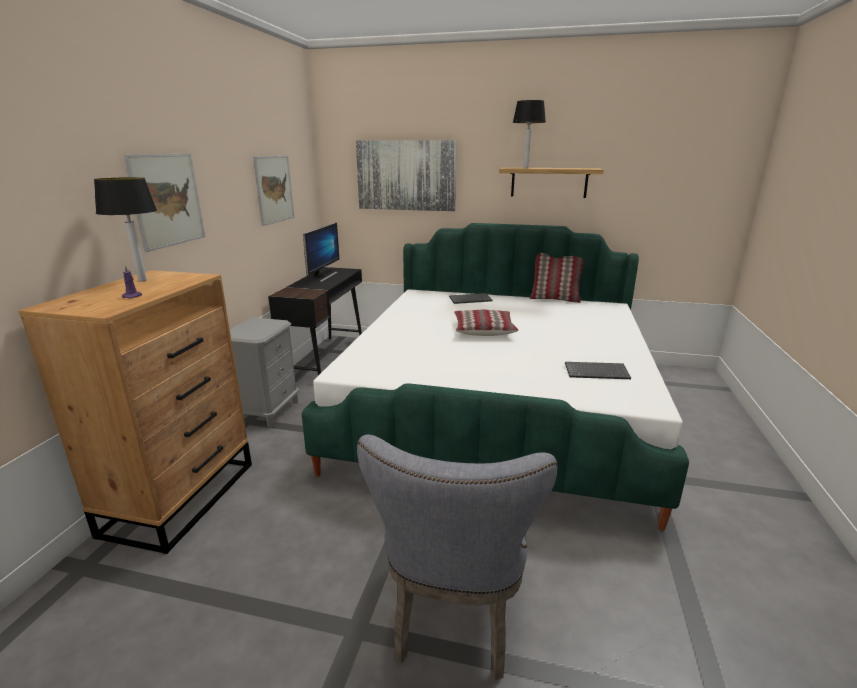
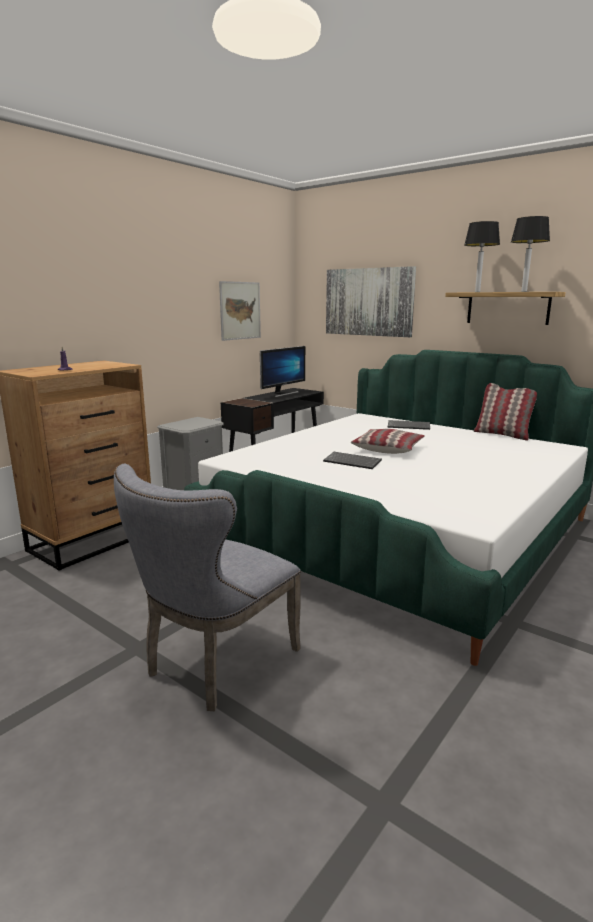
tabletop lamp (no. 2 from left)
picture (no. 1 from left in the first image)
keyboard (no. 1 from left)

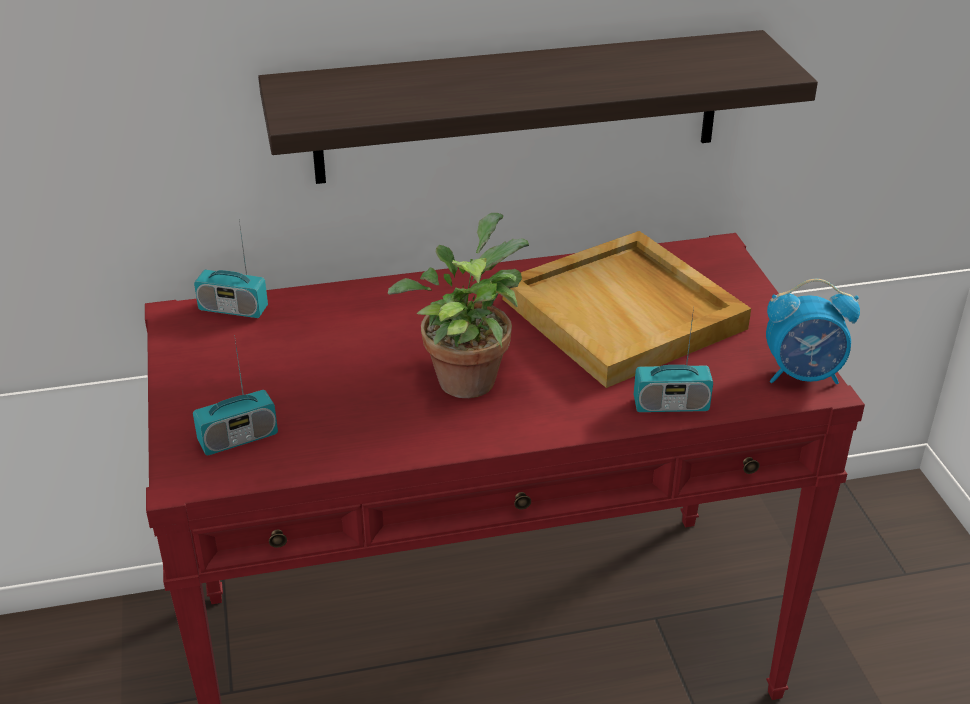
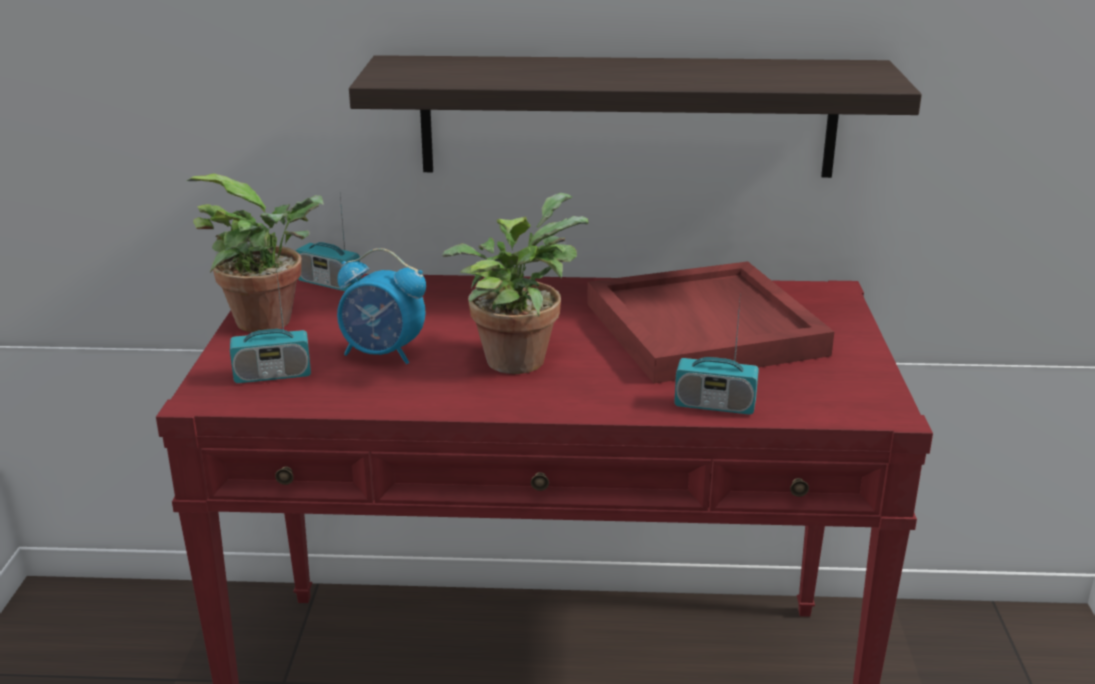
red tray
table clock
houseplant (no. 1 from left)

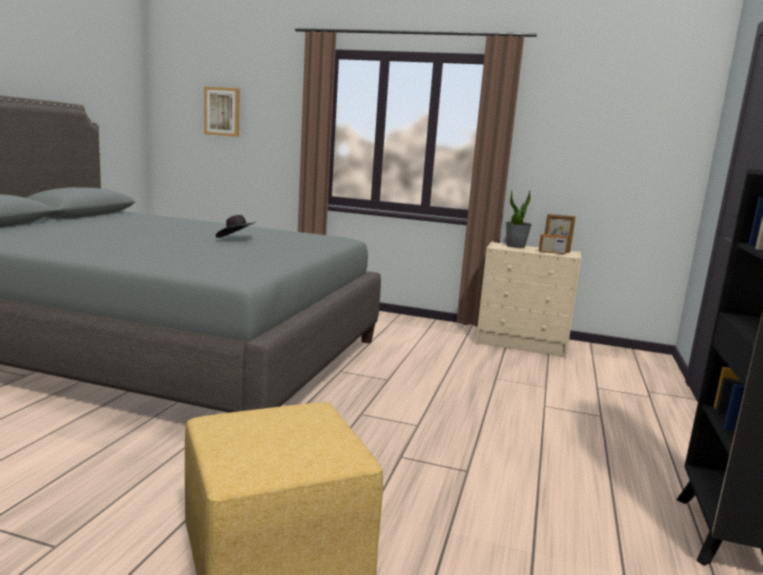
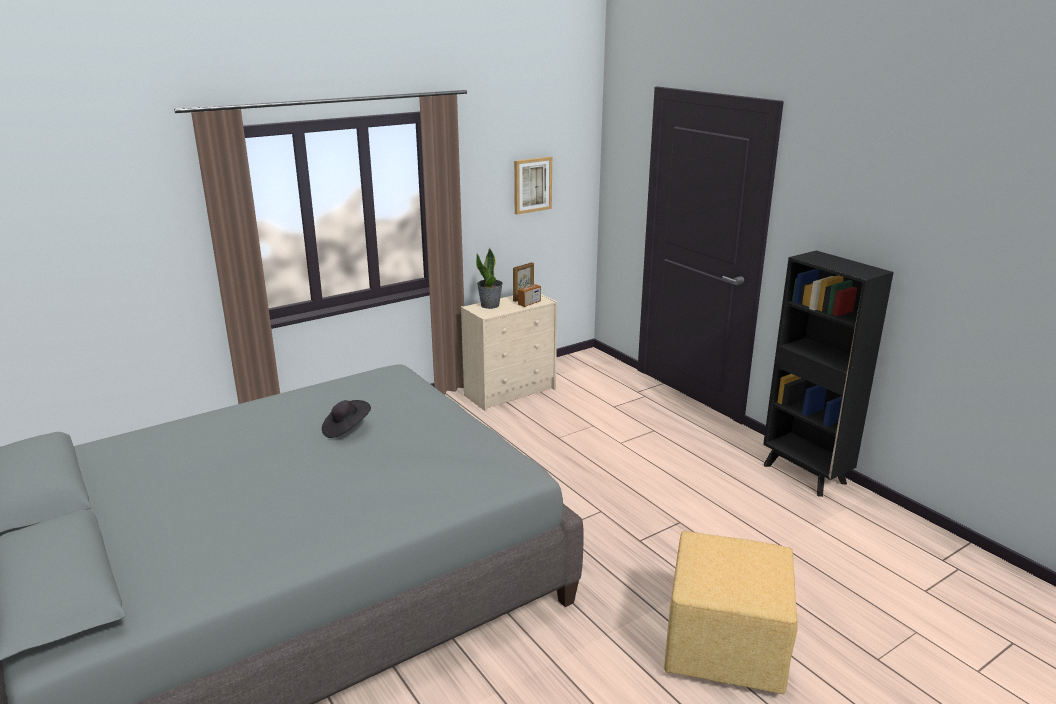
picture

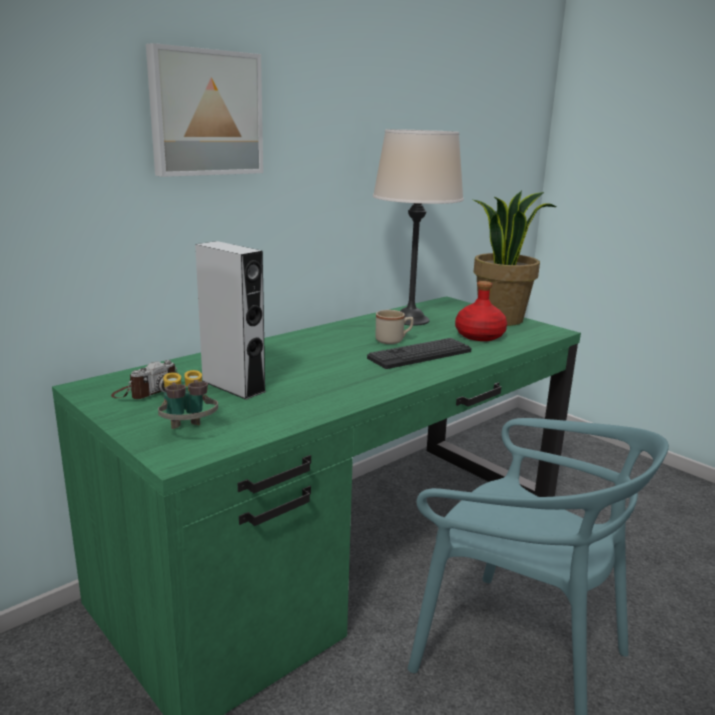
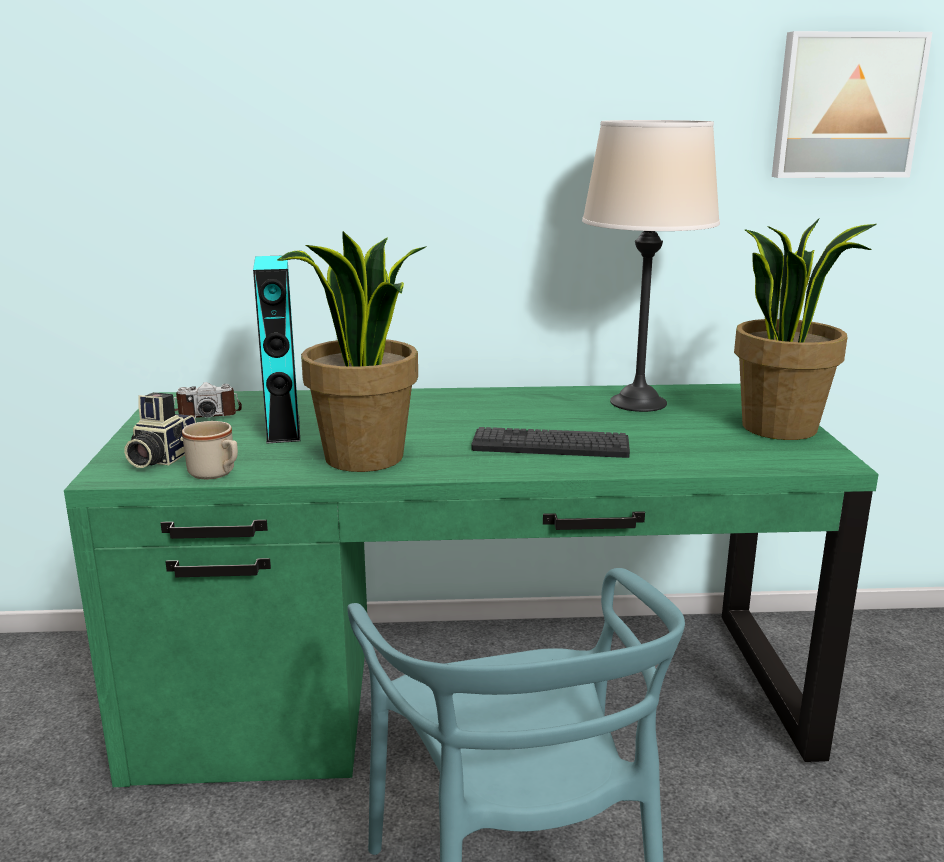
picture
photo camera (no. 1 from left)
turquoise loudspeaker
sand-coloured coffee mug
red drink bottle
houseplant (no. 1 from left)

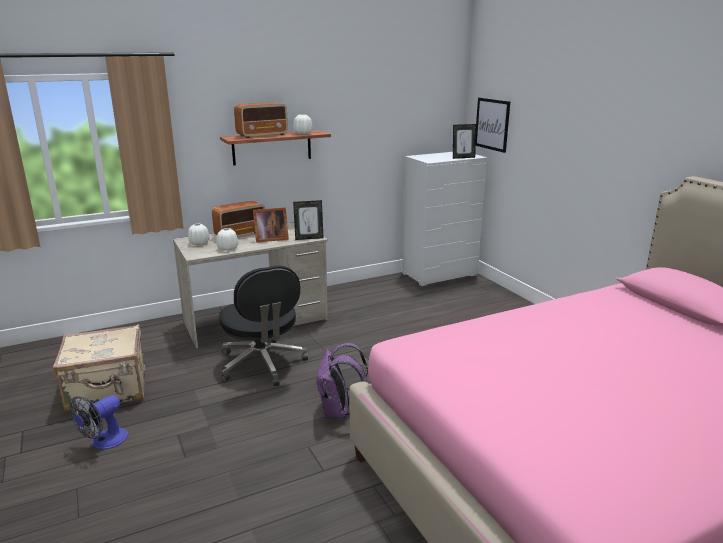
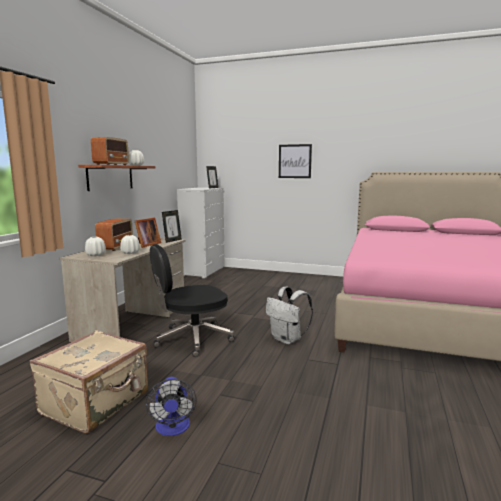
blackish office chair
white knapsack
picture

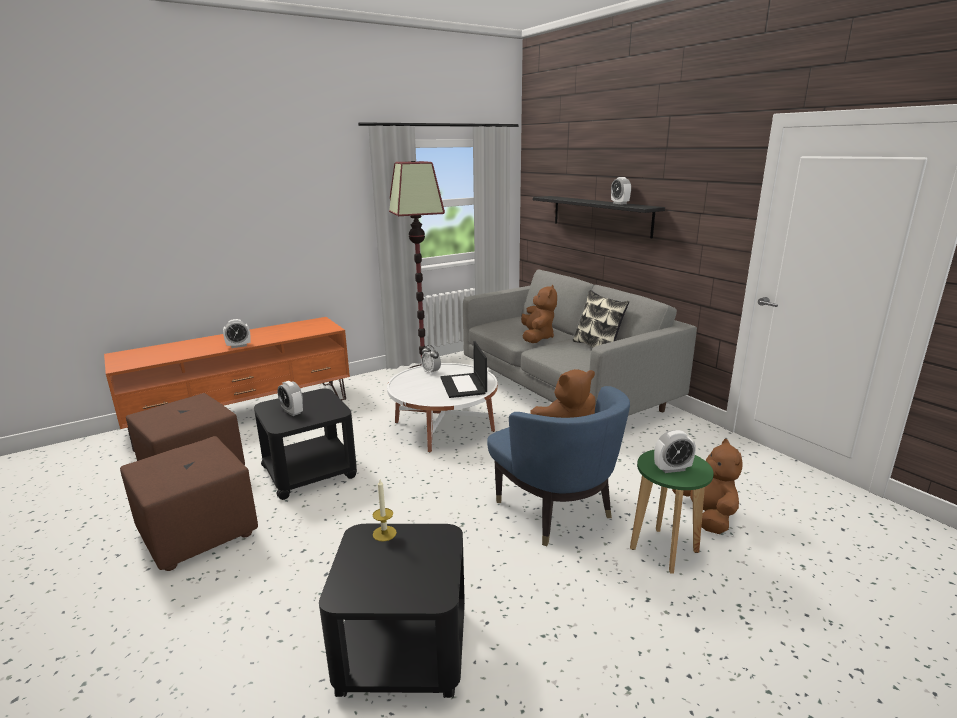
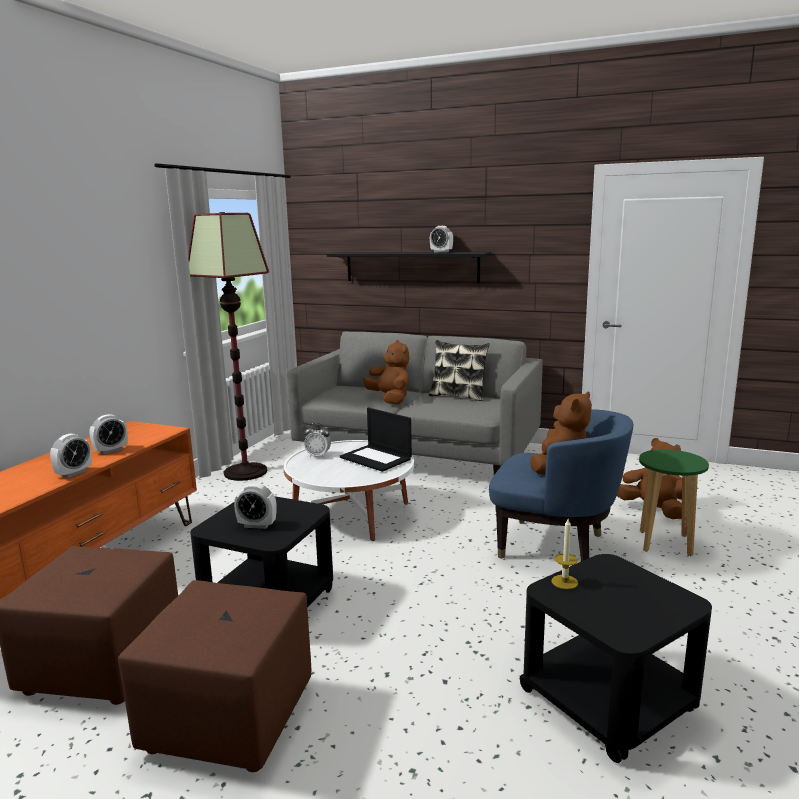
table clock (no. 2 from left)

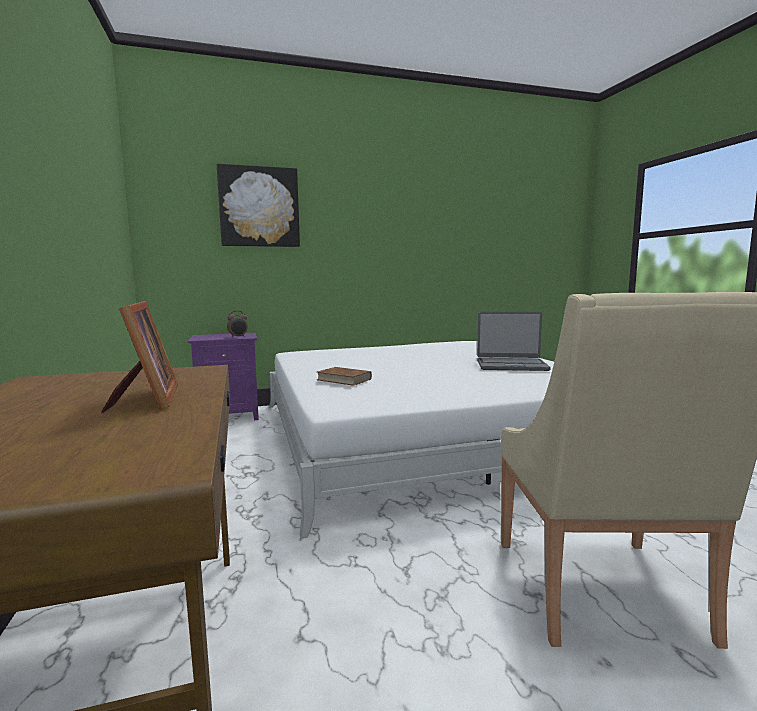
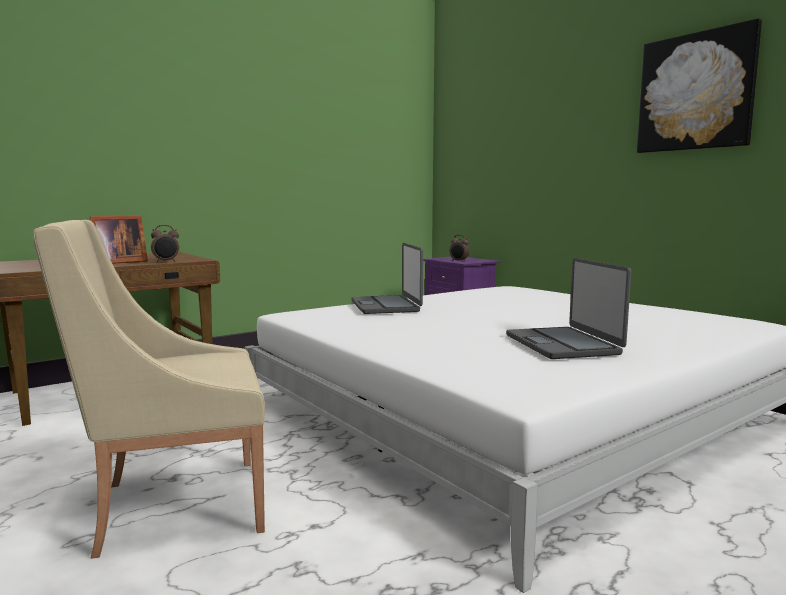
picture
laptop (no. 1 from left)
table clock (no. 1 from left)

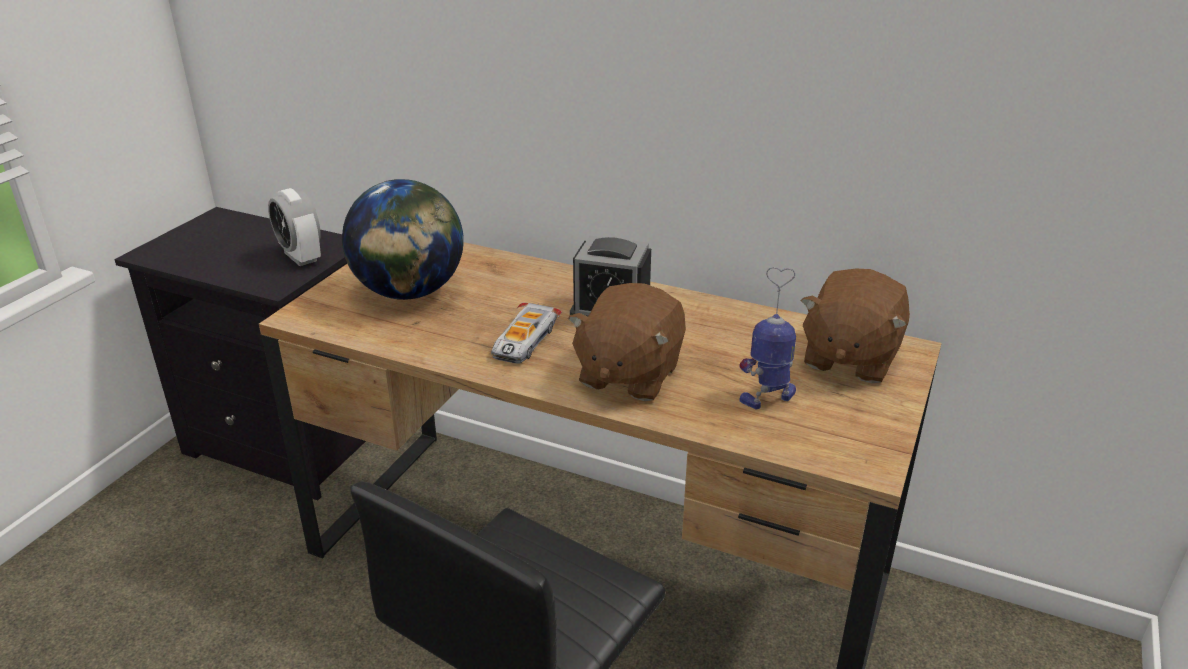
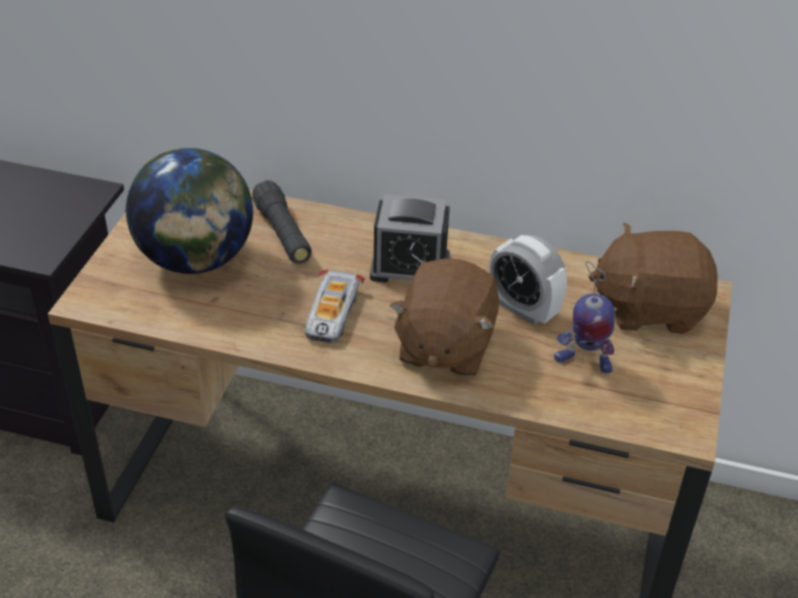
table clock (no. 2 from left)
robot figure
brown-coloured soft toy (no. 2 from left)
blackish torch

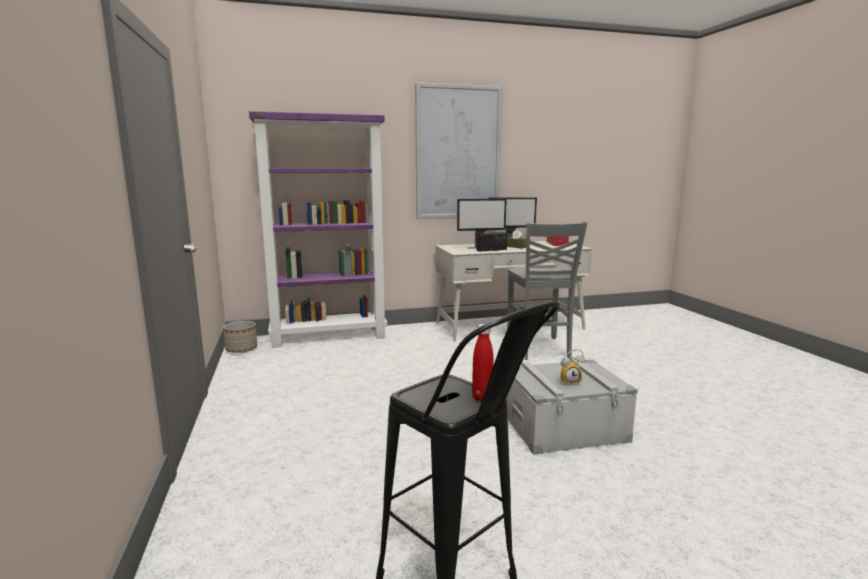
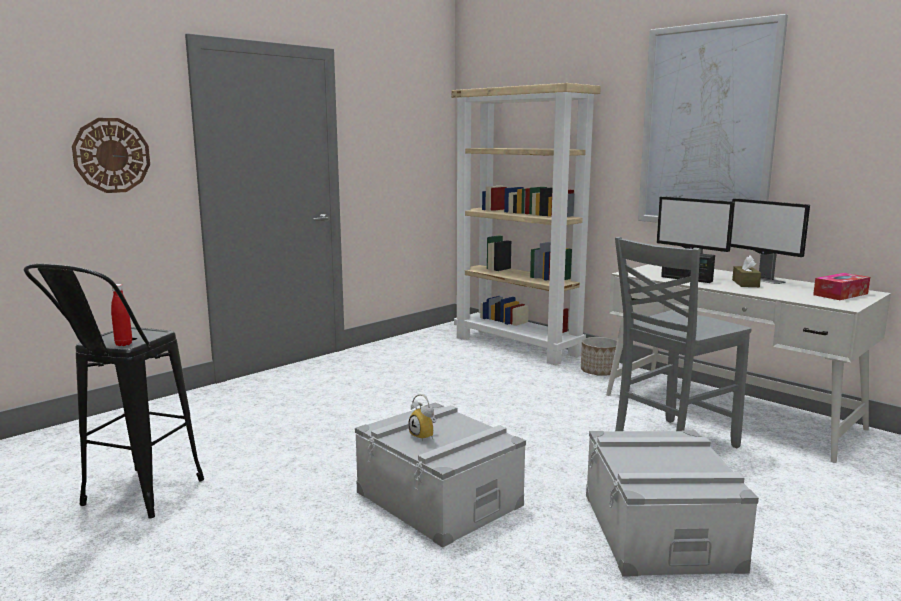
planter
sand-coloured shelving unit
clock on the wall
grey storage container (no. 2 from left)

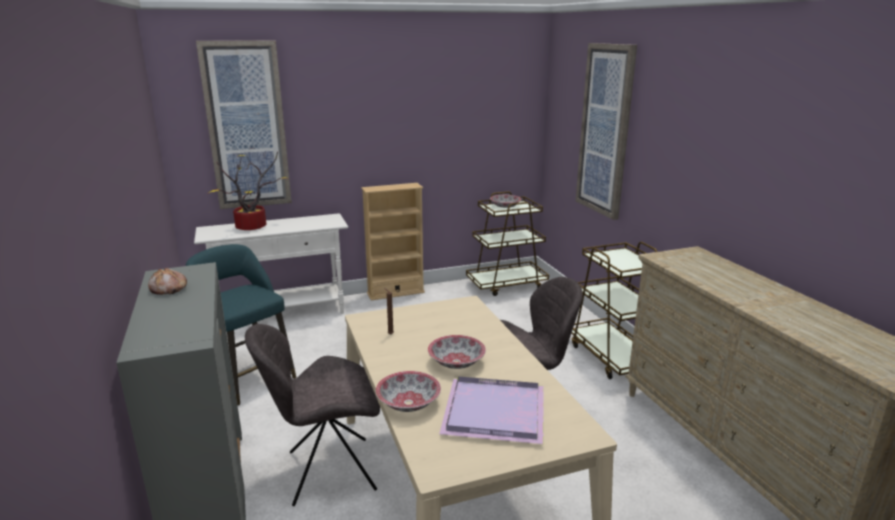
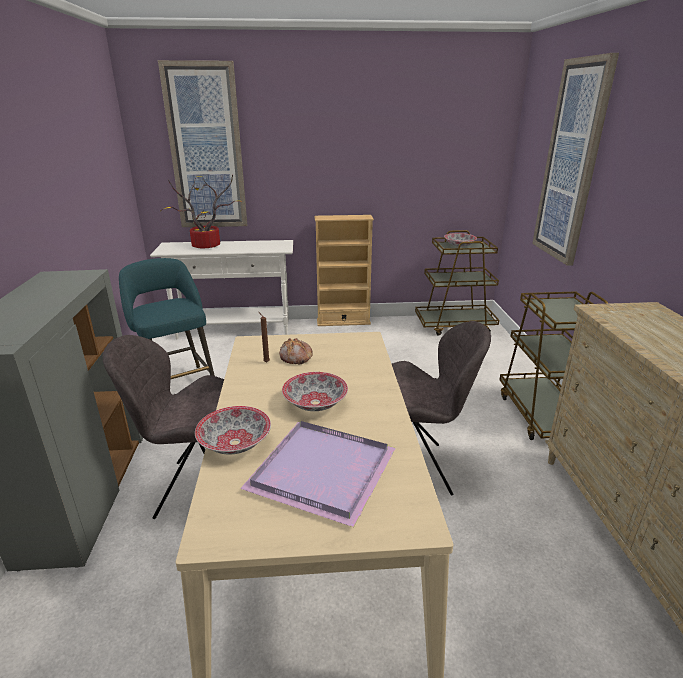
baked bread

